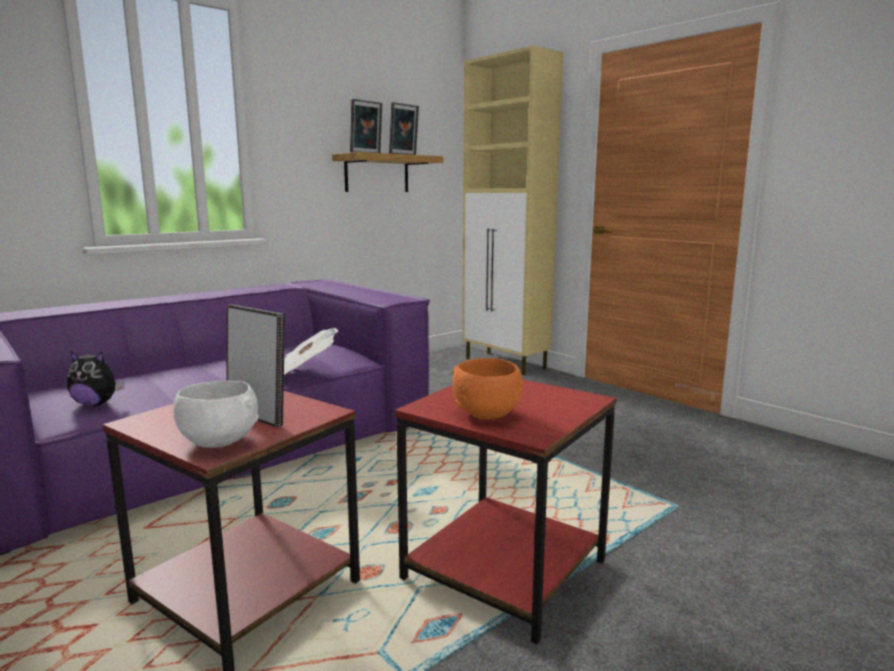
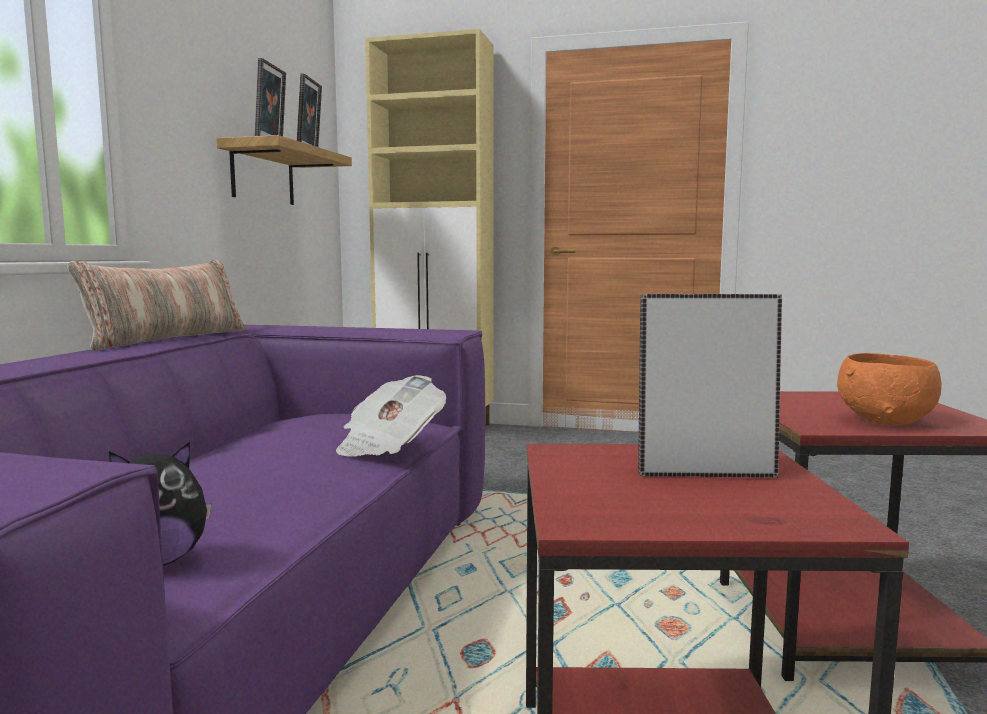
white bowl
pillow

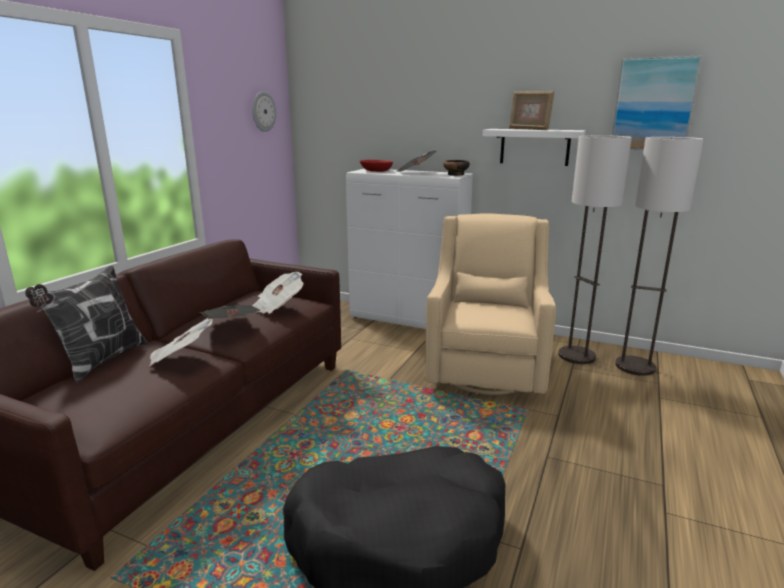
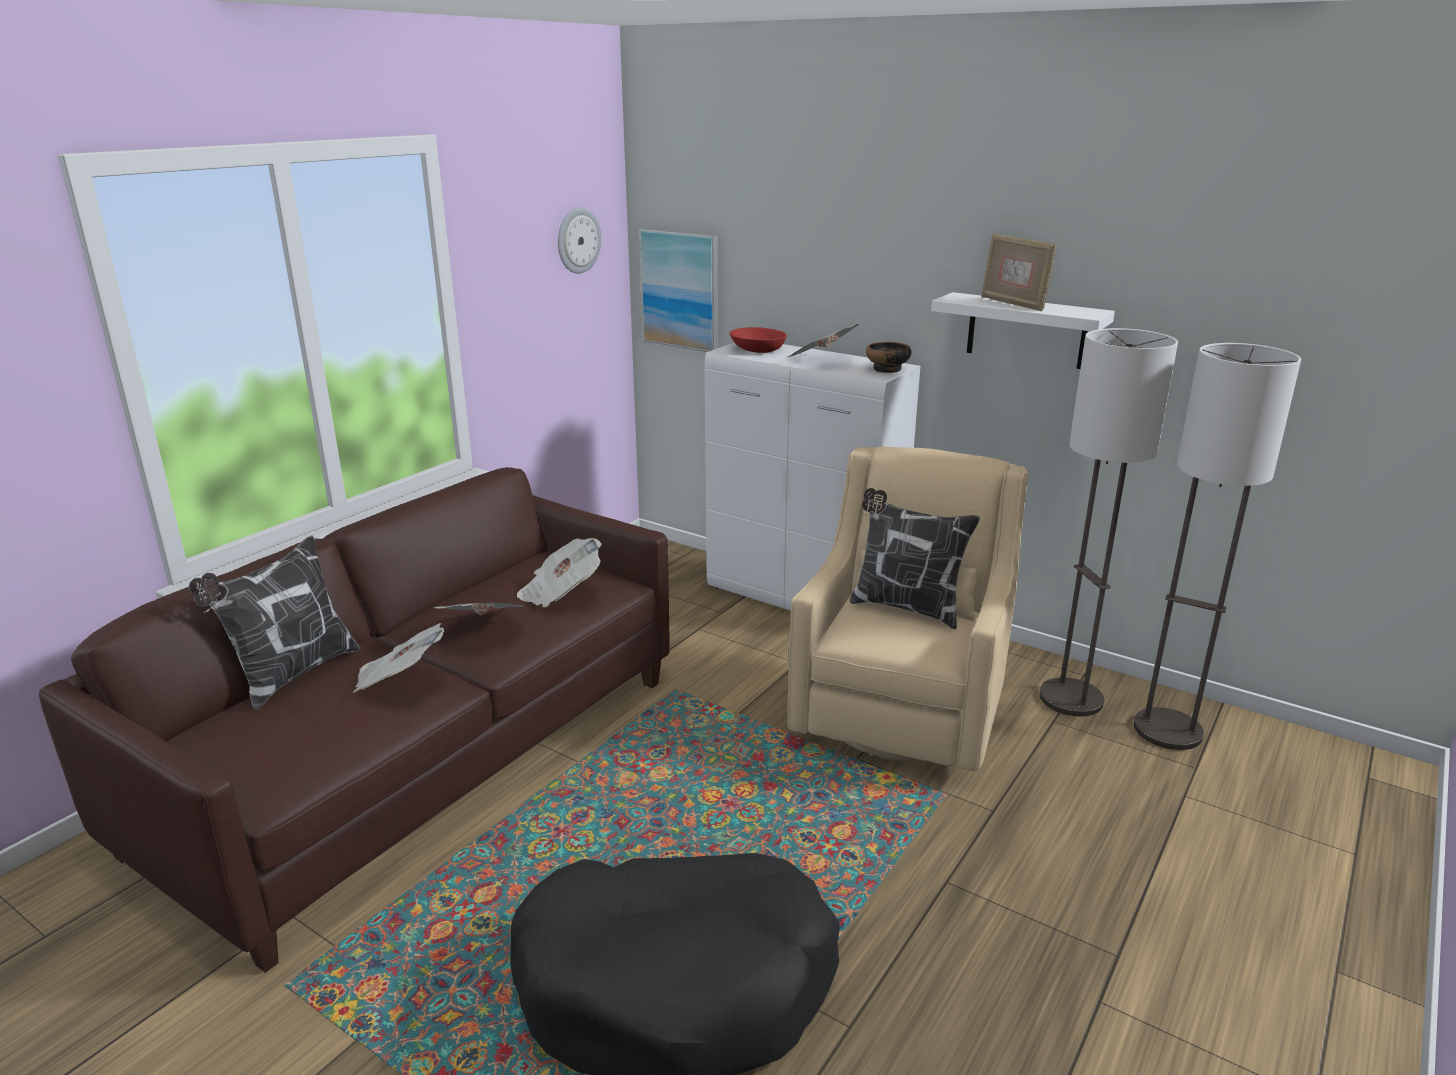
picture
pillow (no. 2 from left)

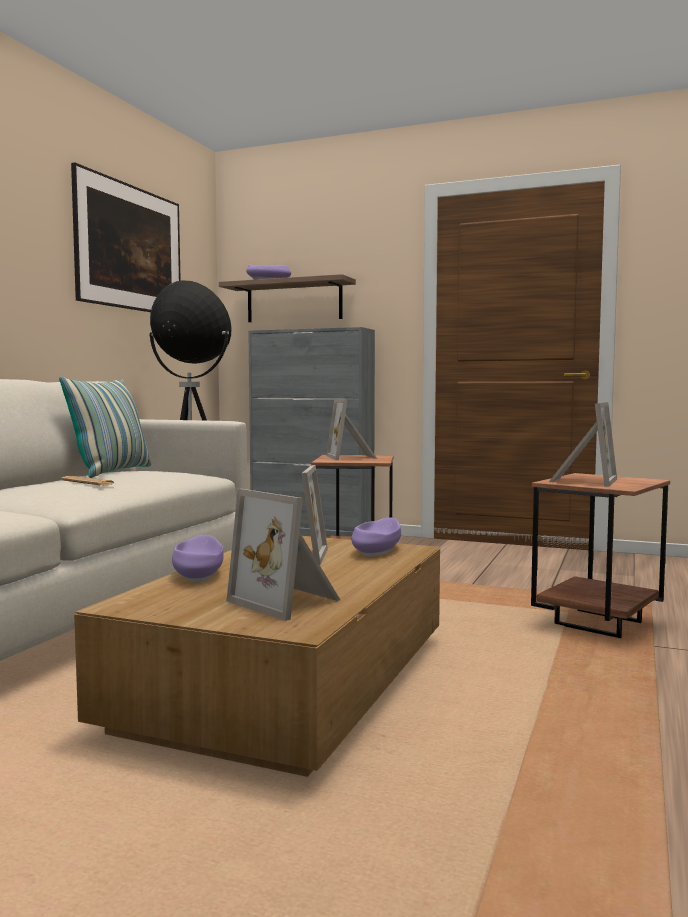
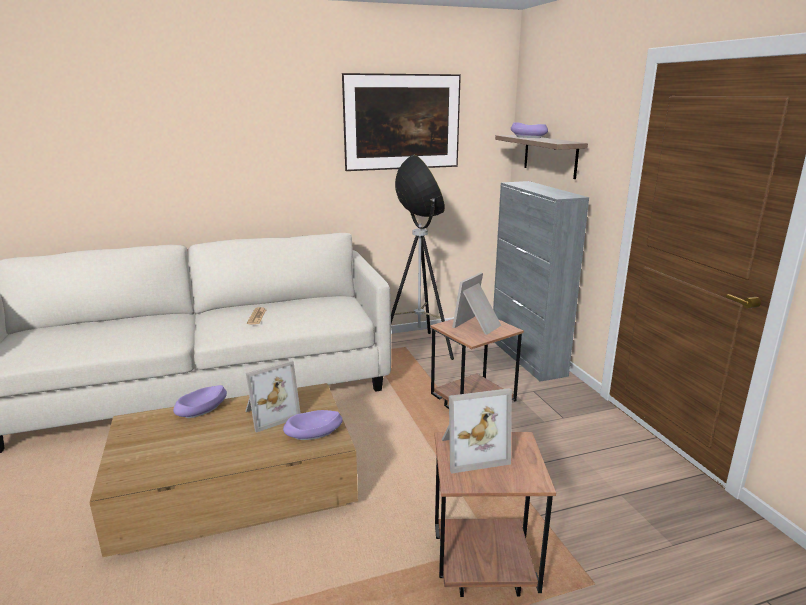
pillow
picture frame (no. 1 from left in the first image)

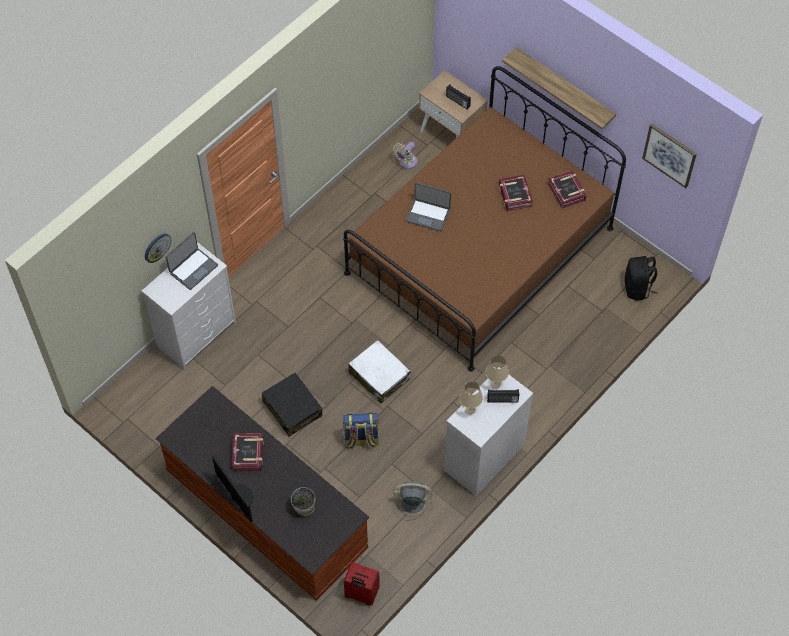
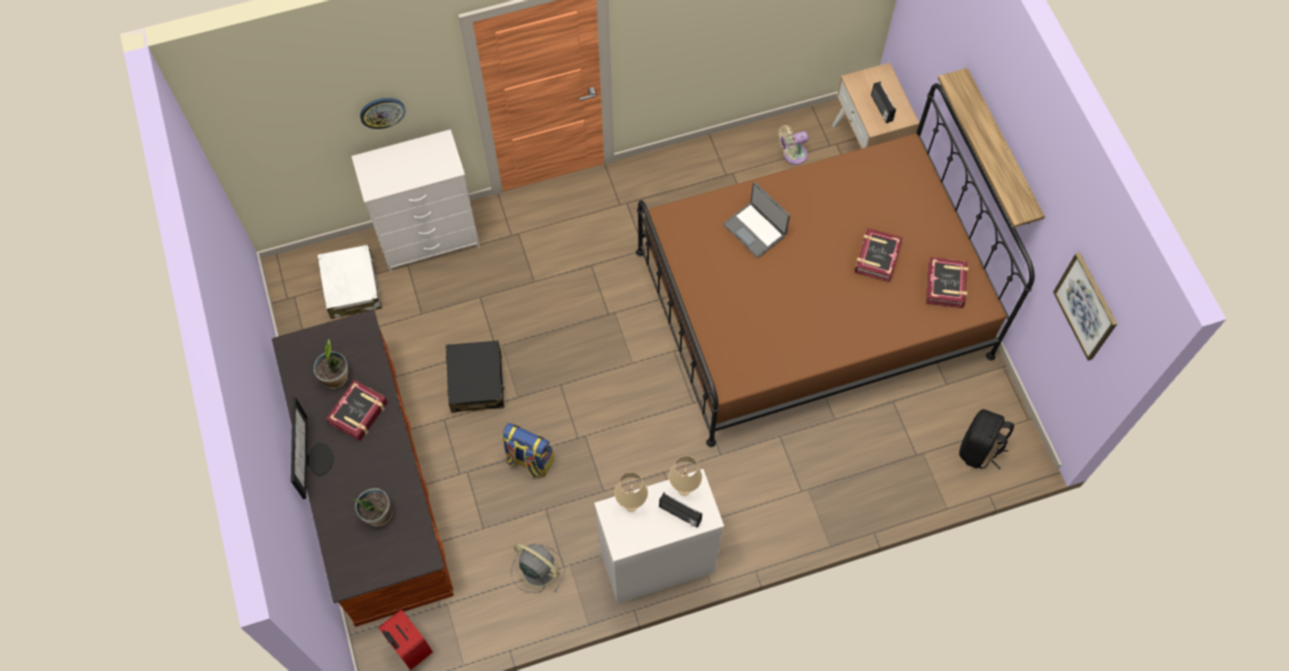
laptop (no. 1 from left in the first image)
white suitcase
houseplant (no. 1 from left)

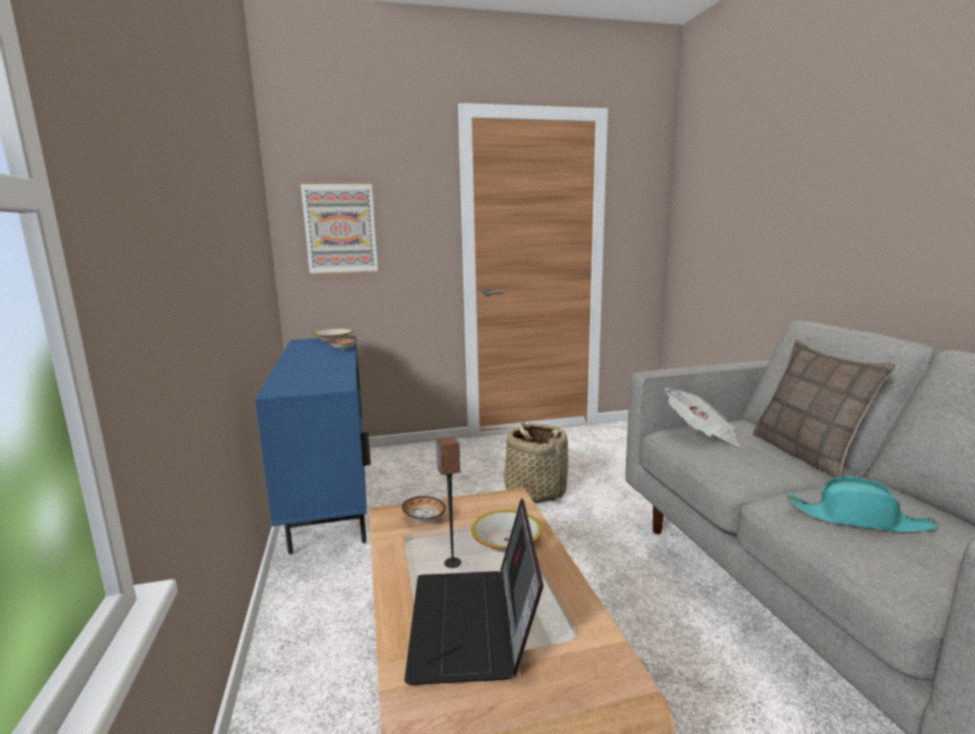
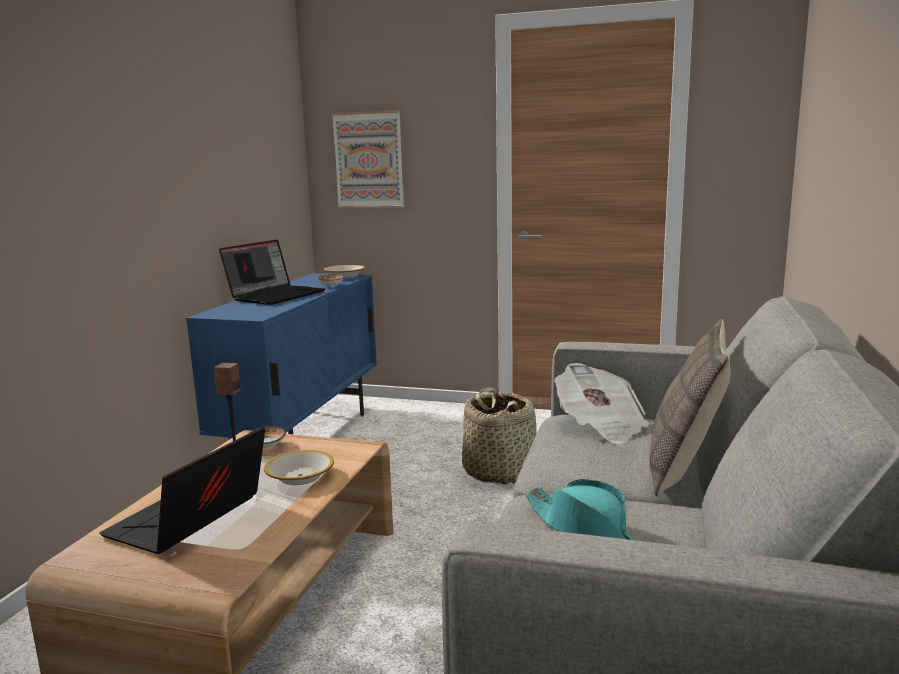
laptop (no. 2 from left)

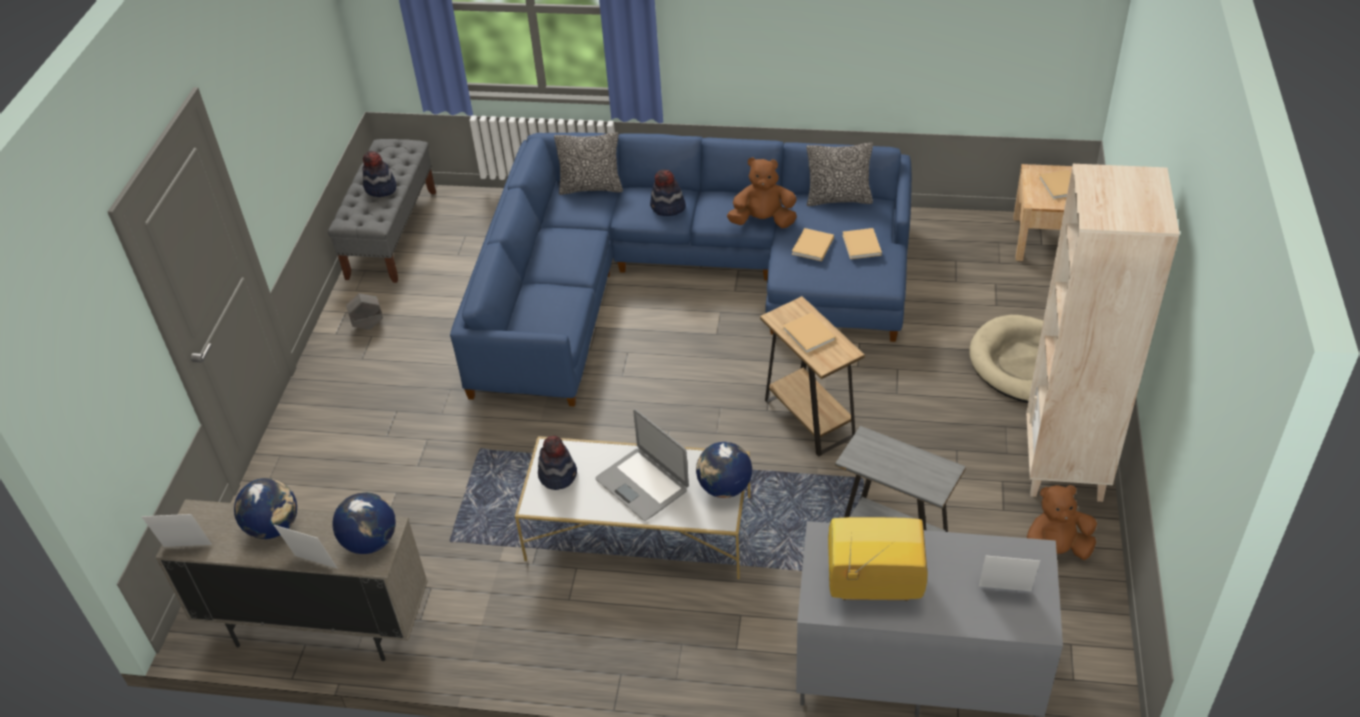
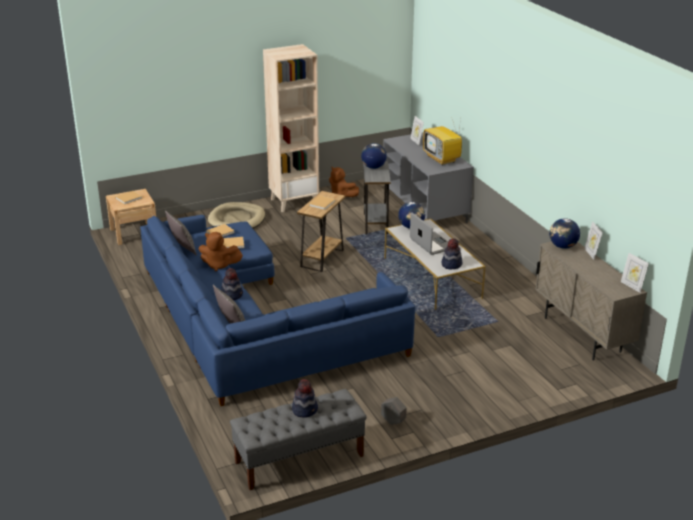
globe (no. 1 from left)
laptop
brown-coloured soft toy (no. 1 from left)

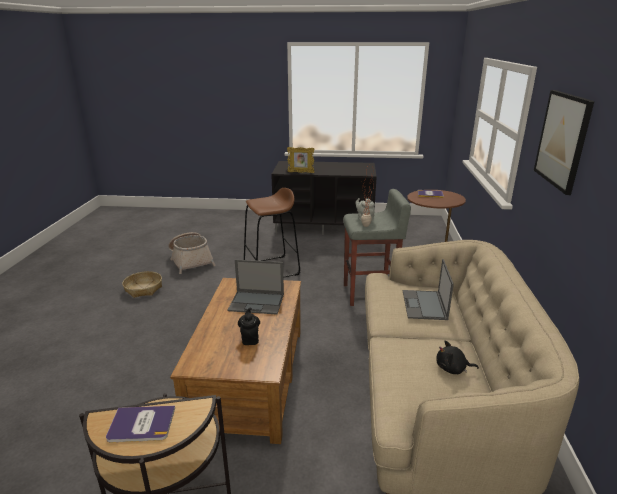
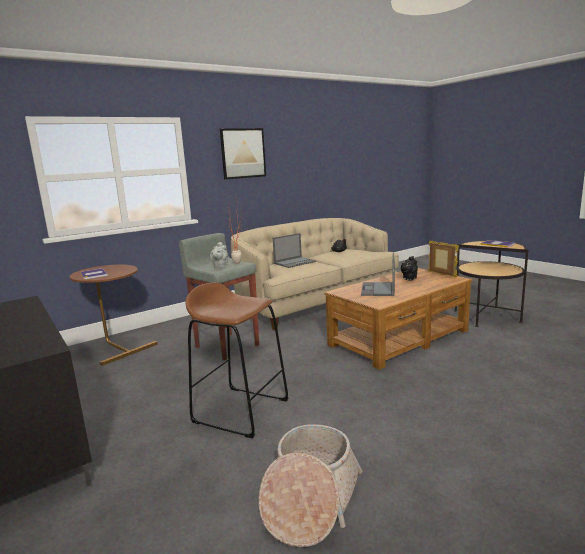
basket (no. 1 from left in the first image)
laptop (no. 2 from left)
picture frame

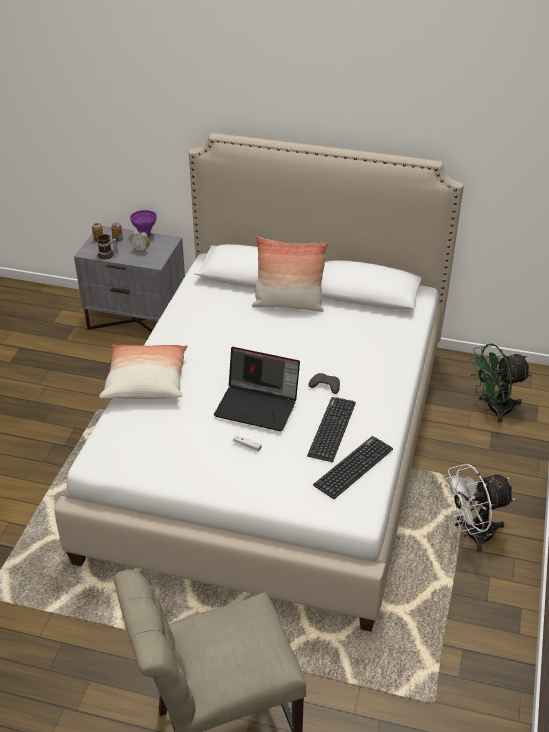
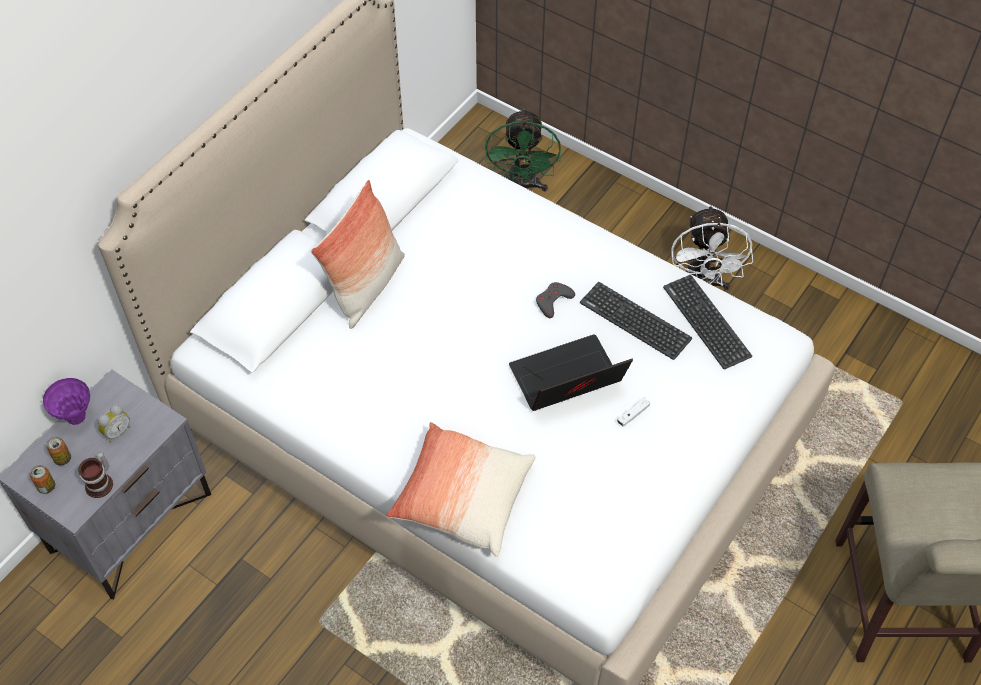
laptop

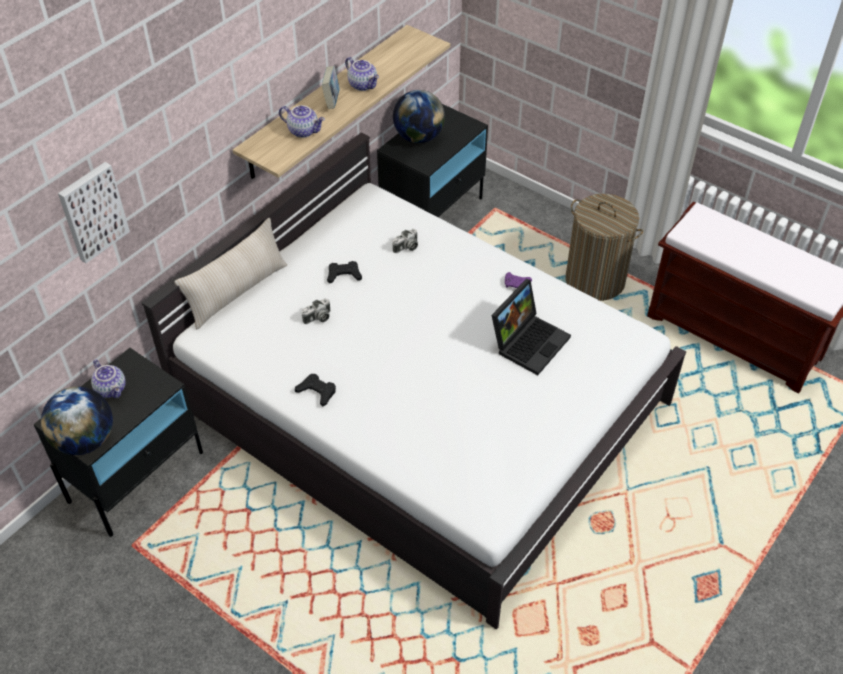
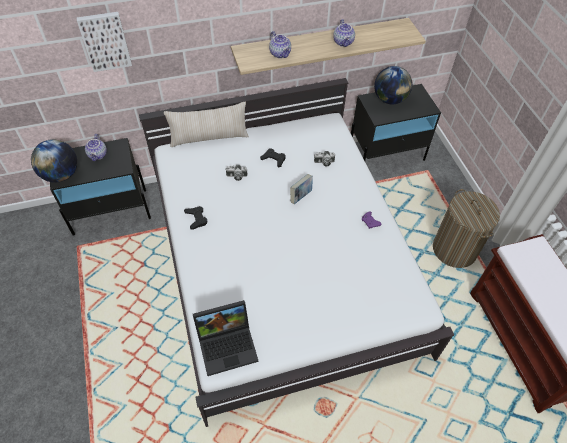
bound book
laptop

